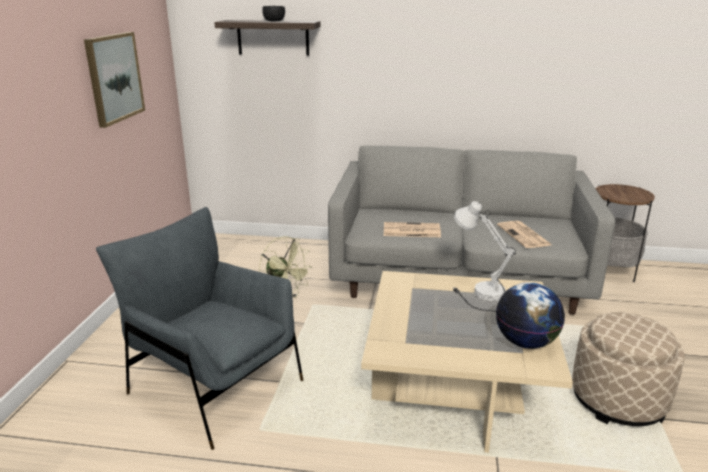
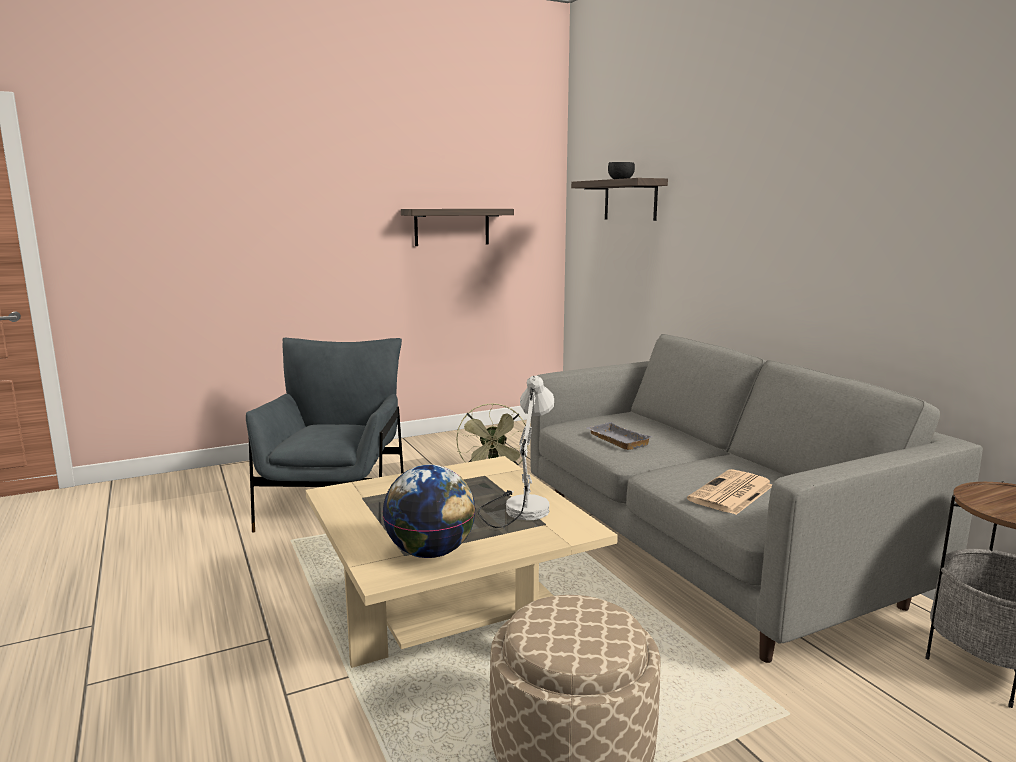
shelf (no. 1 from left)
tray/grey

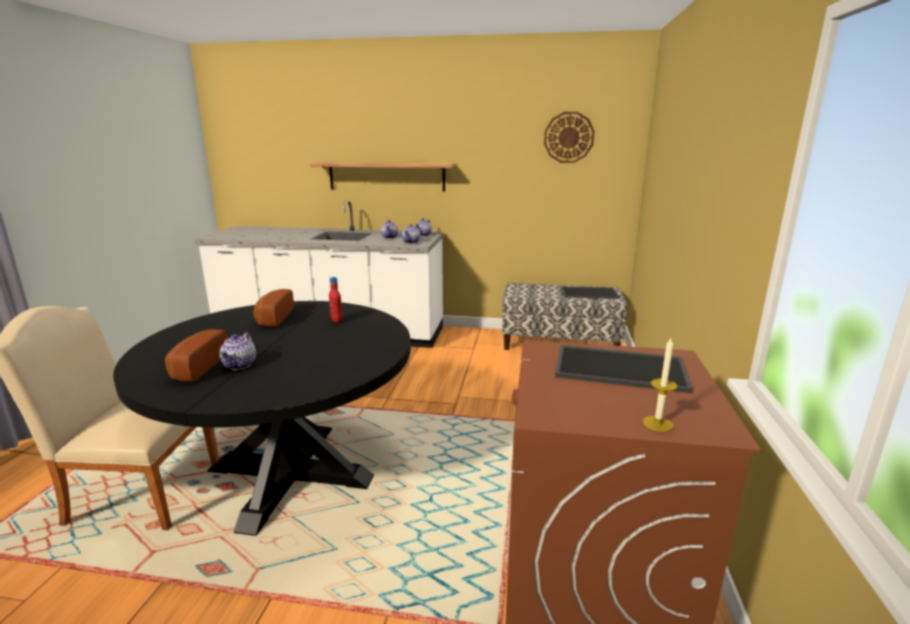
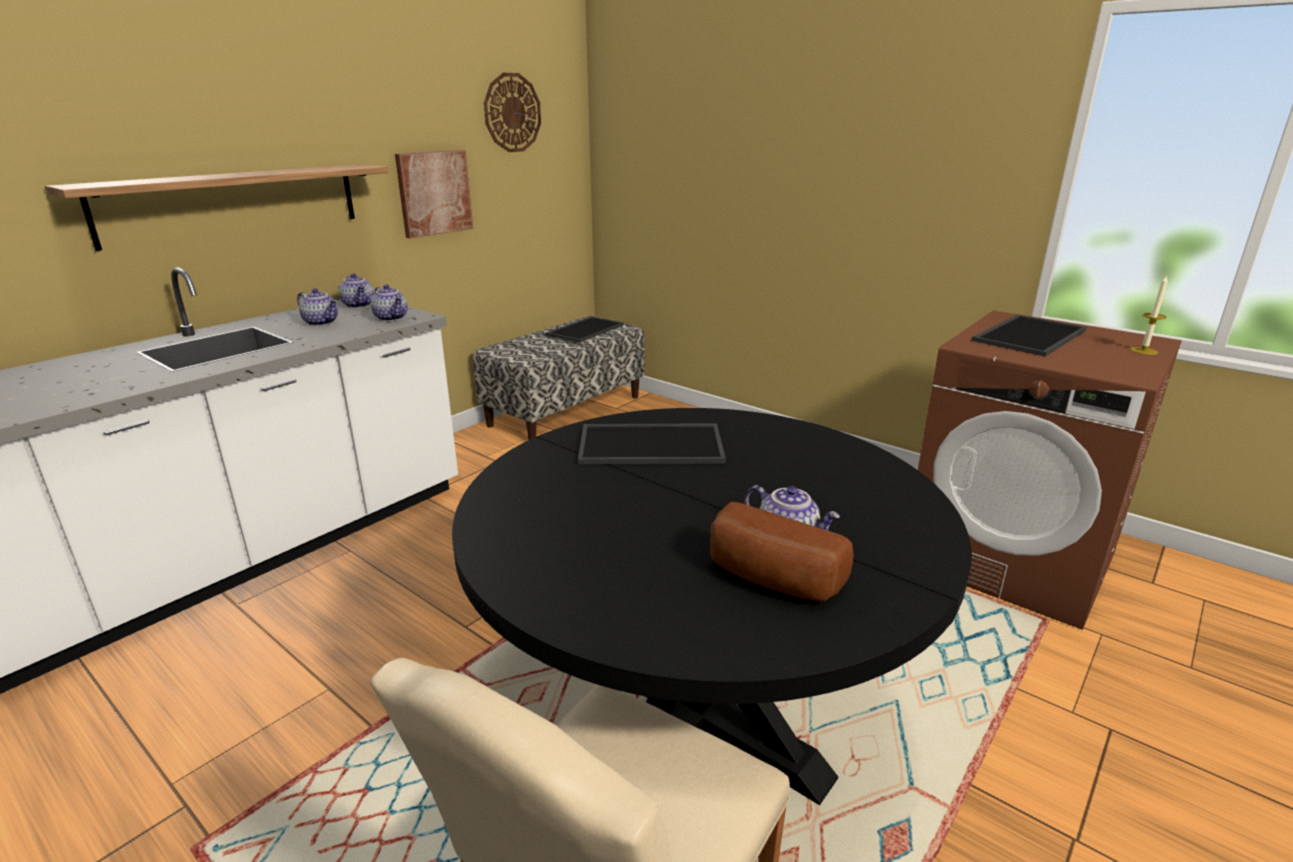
bread (no. 2 from left in the first image)
tray (no. 2 from left)
picture

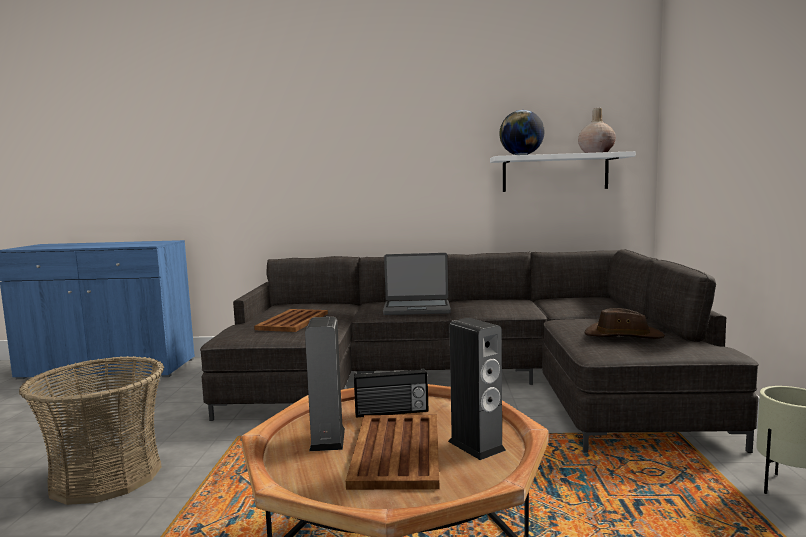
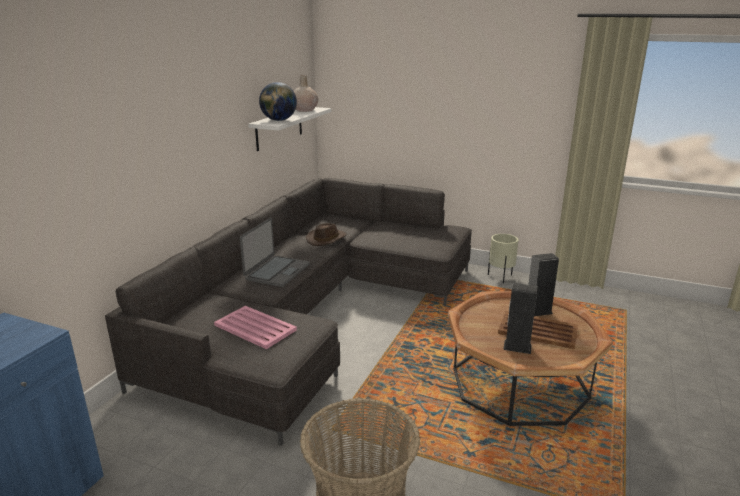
tray/pink
radio
hat/brown

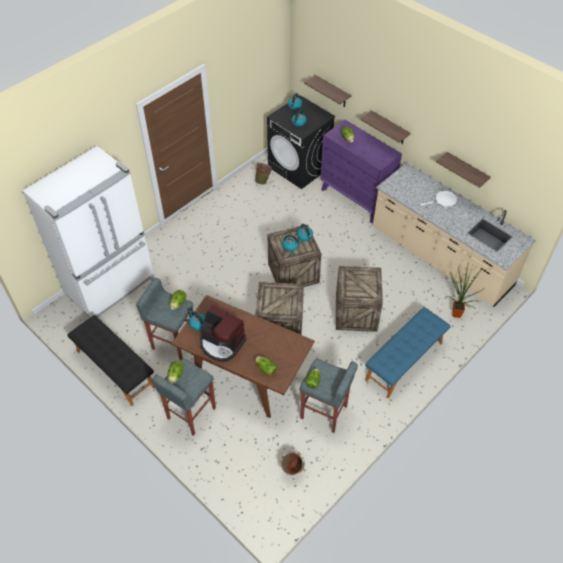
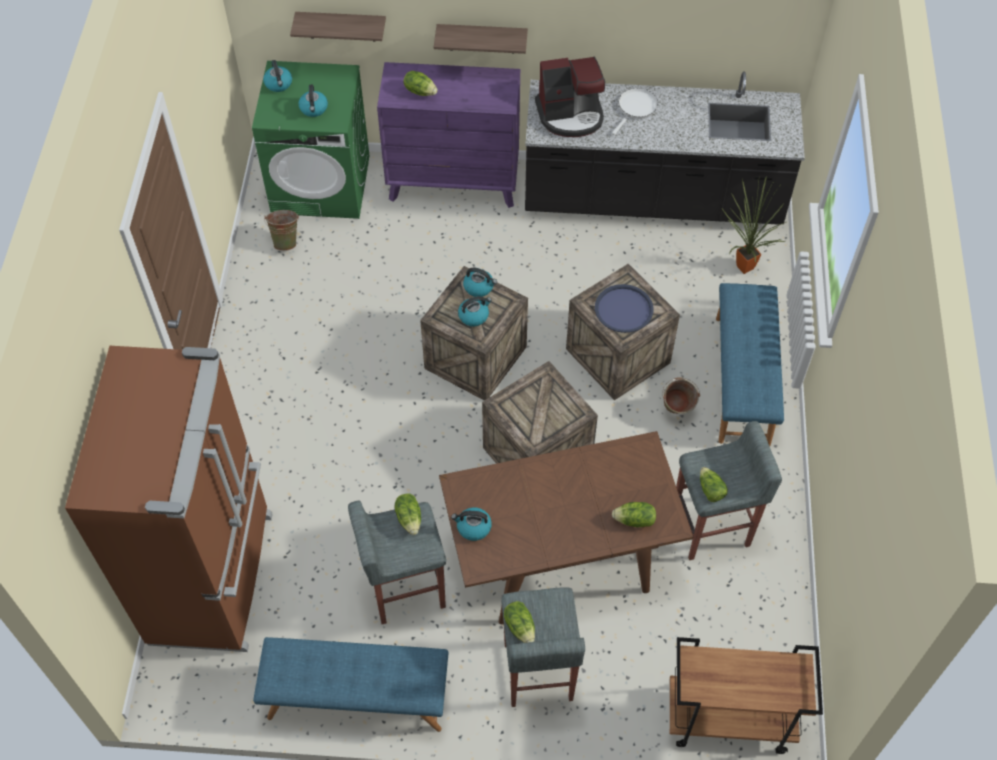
fridge/brown
bench/blue (no. 1 from left)
coffee machine
washing machine/green
bucket/green (no. 2 from left)
counter/black
shelf (no. 3 from left in the first image)
tray/blue
cart/brown

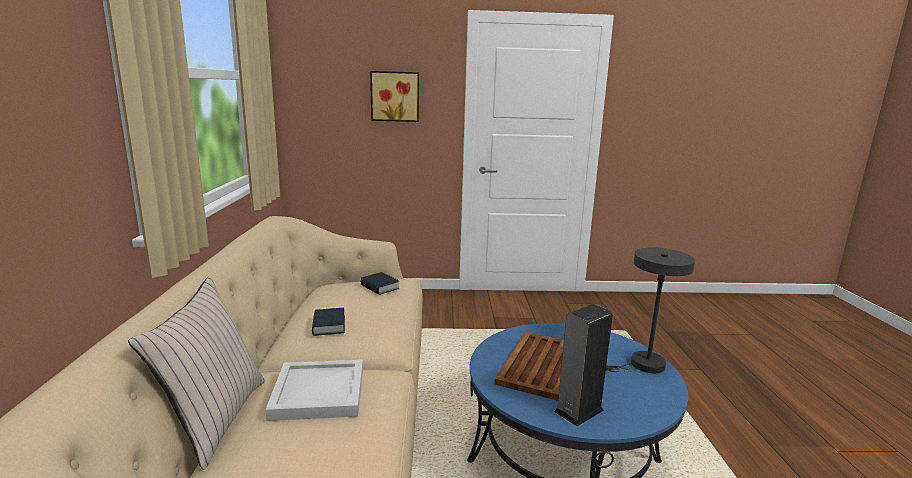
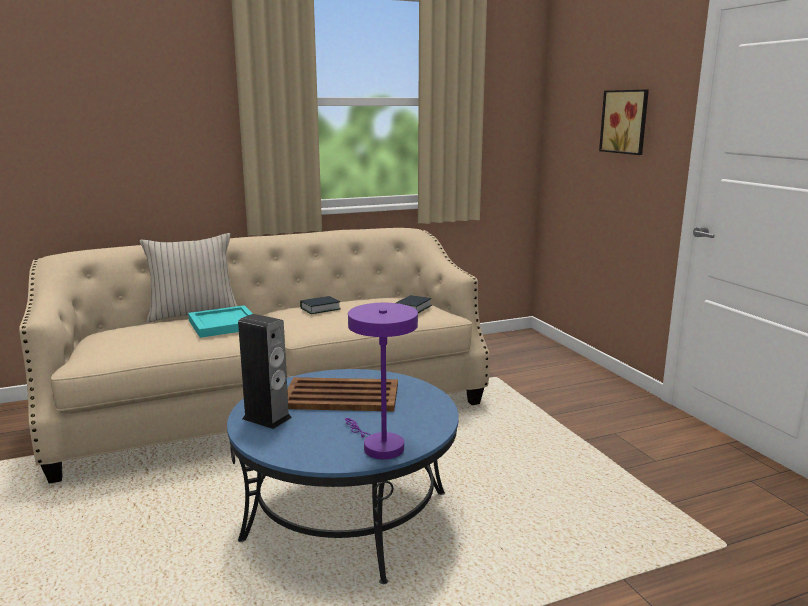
tray/turquoise
table lamp/purple

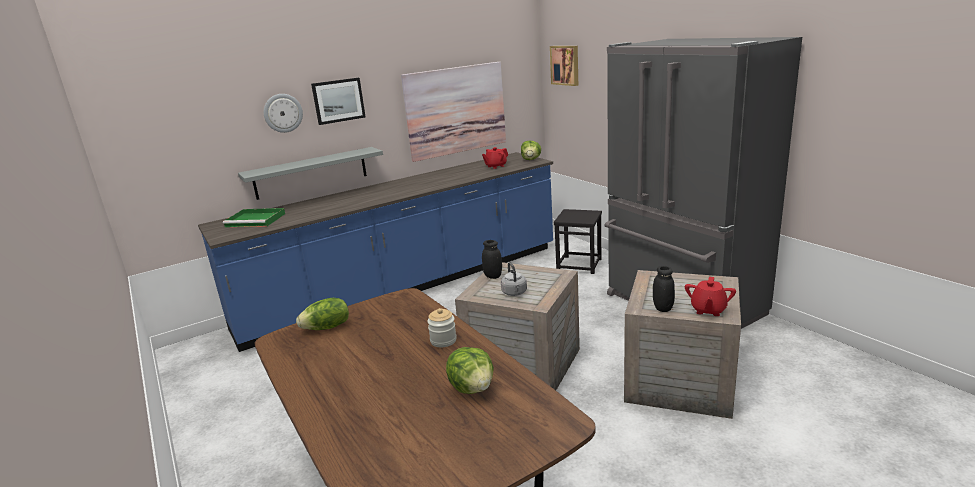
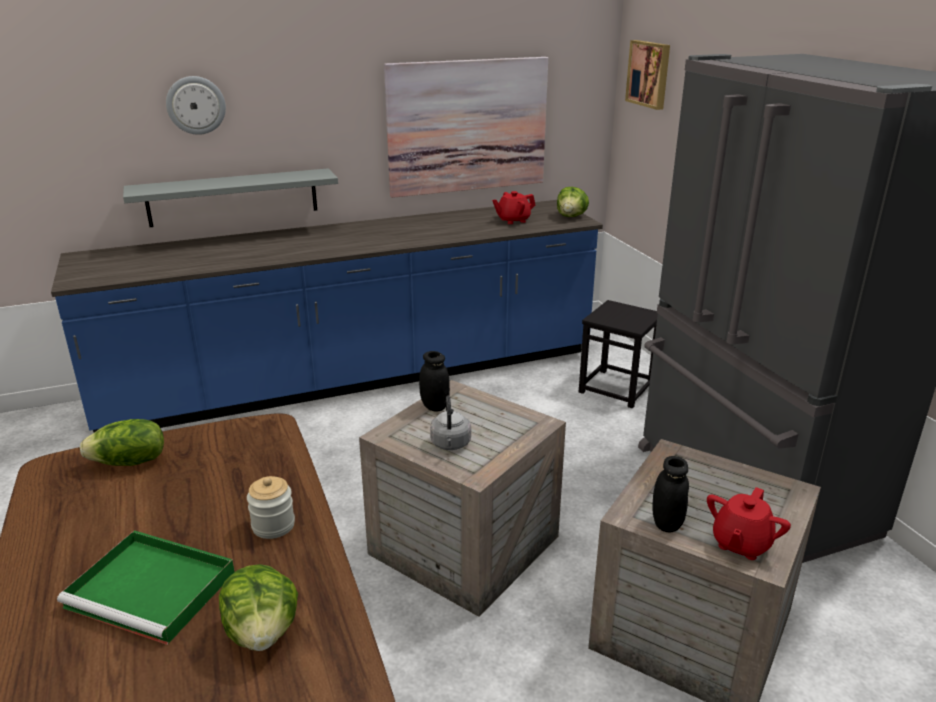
tray/green
picture (no. 1 from left in the first image)

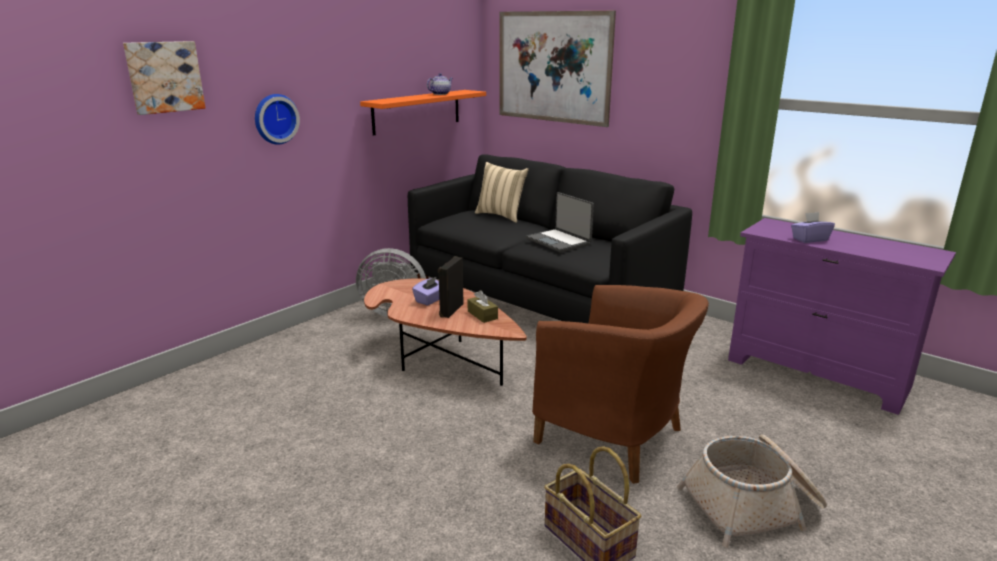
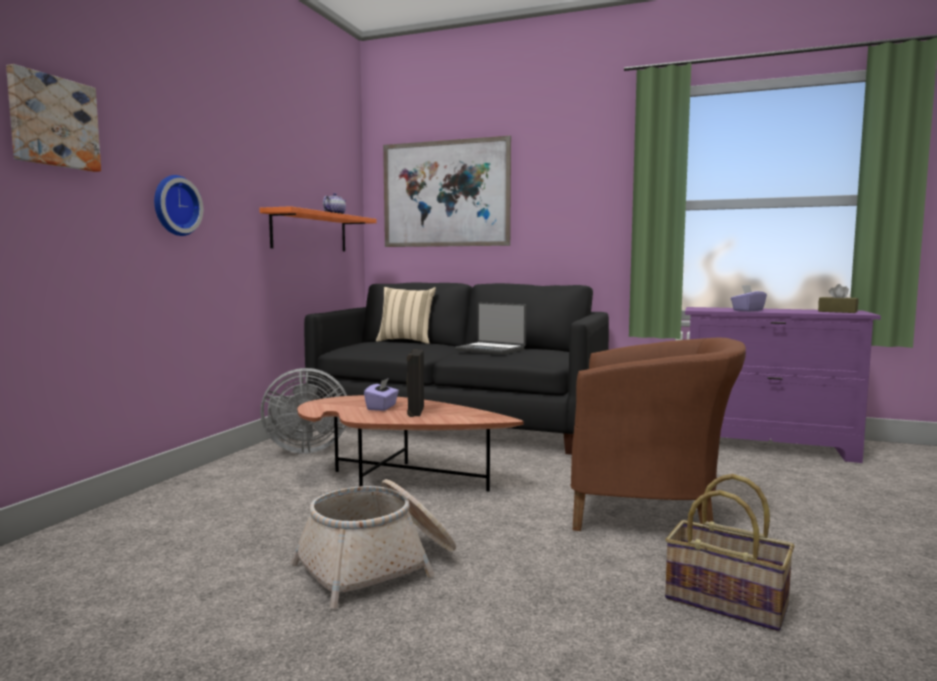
tissue box/brown
basket (no. 1 from left)

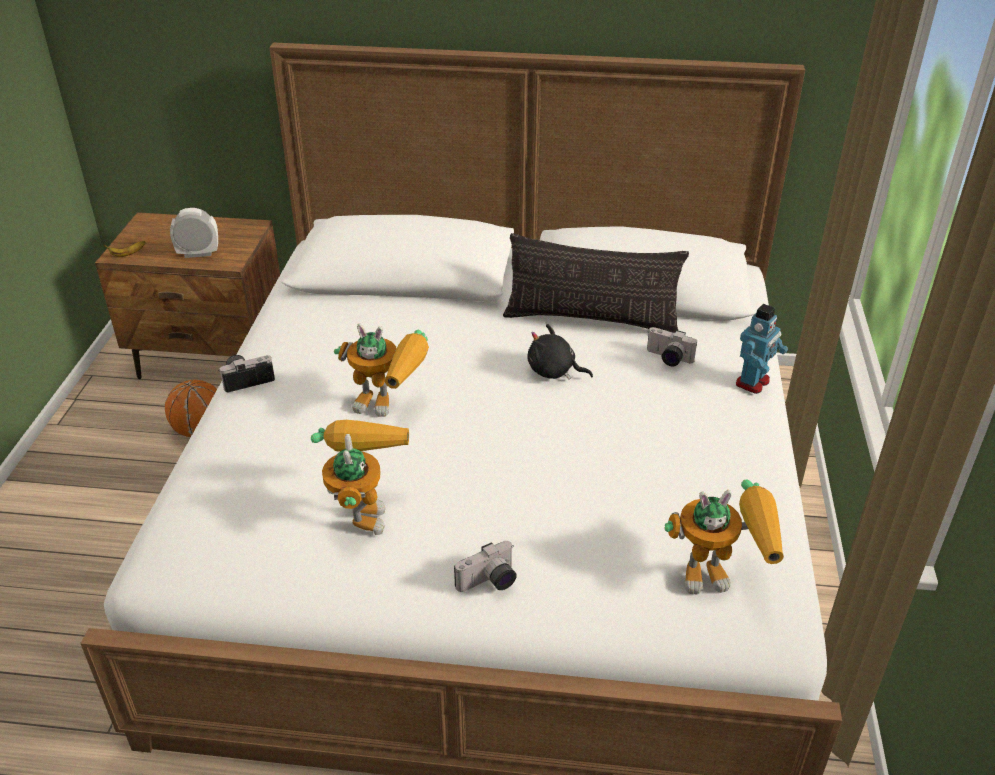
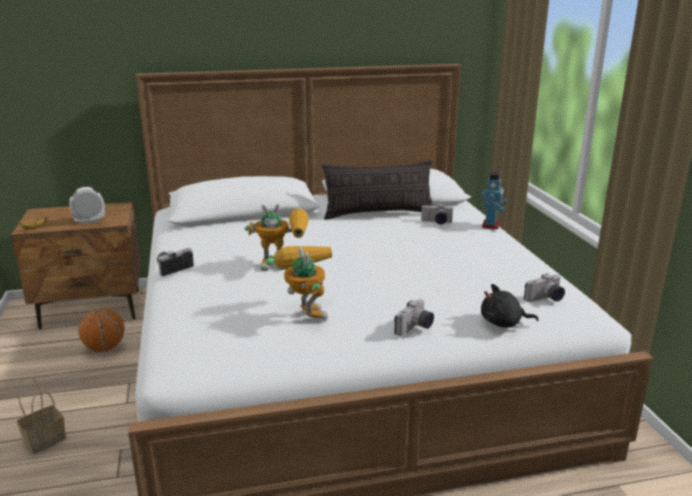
plush toy/black
photo camera (no. 4 from left)
basket

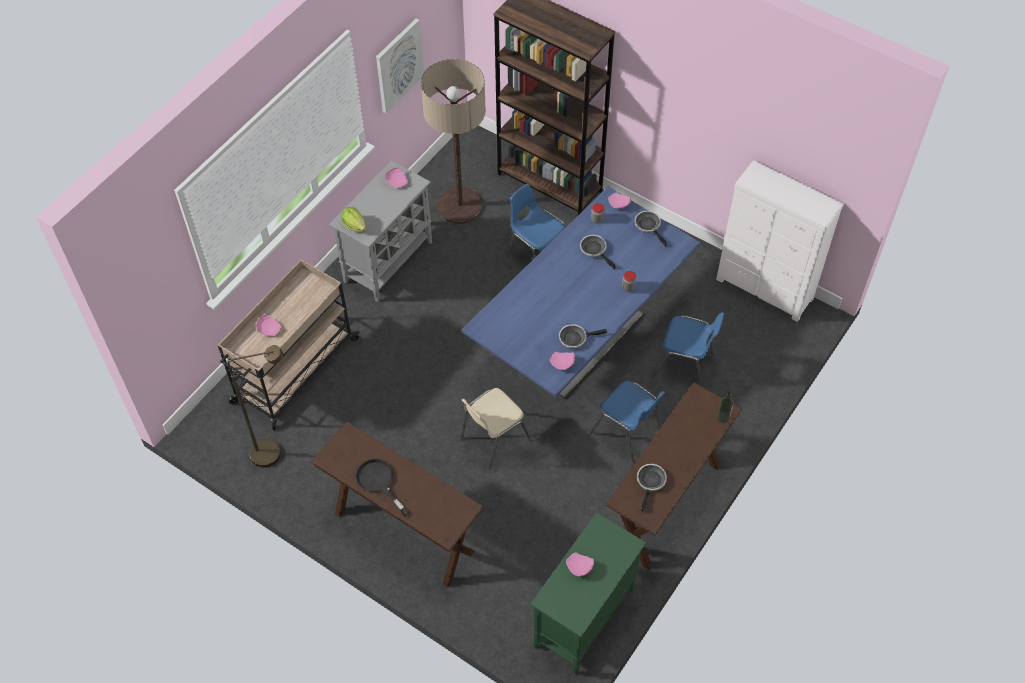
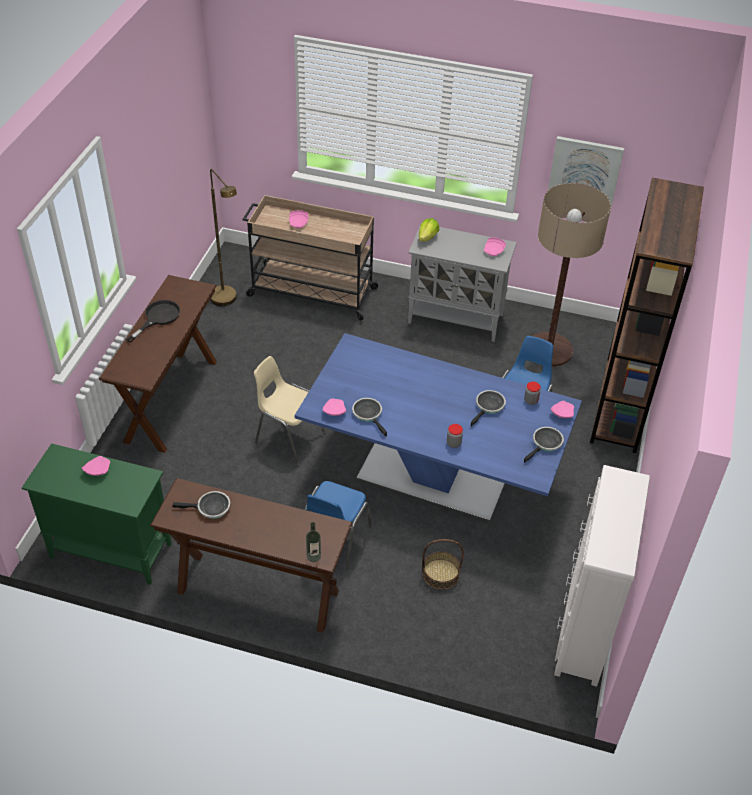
basket

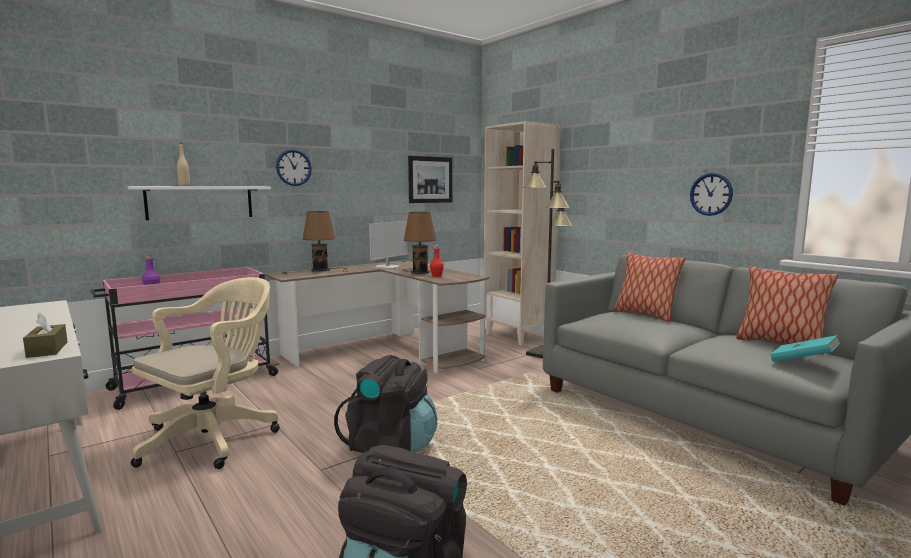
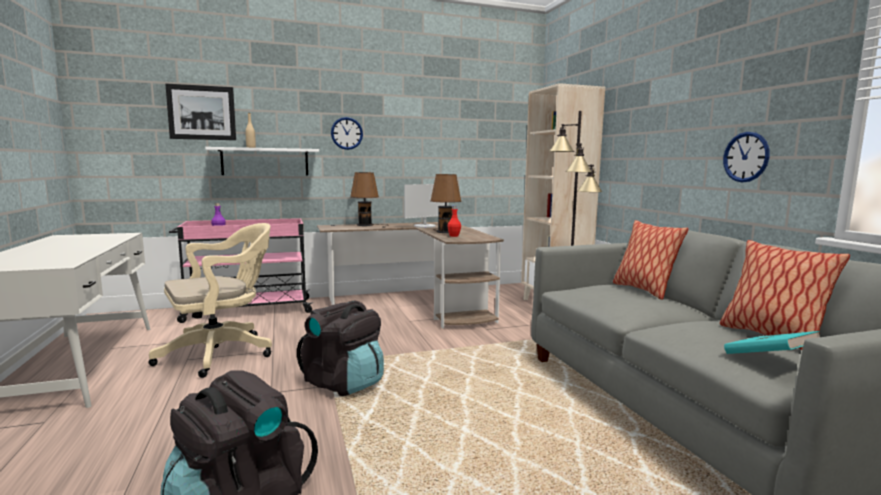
tissue box/brown
picture

